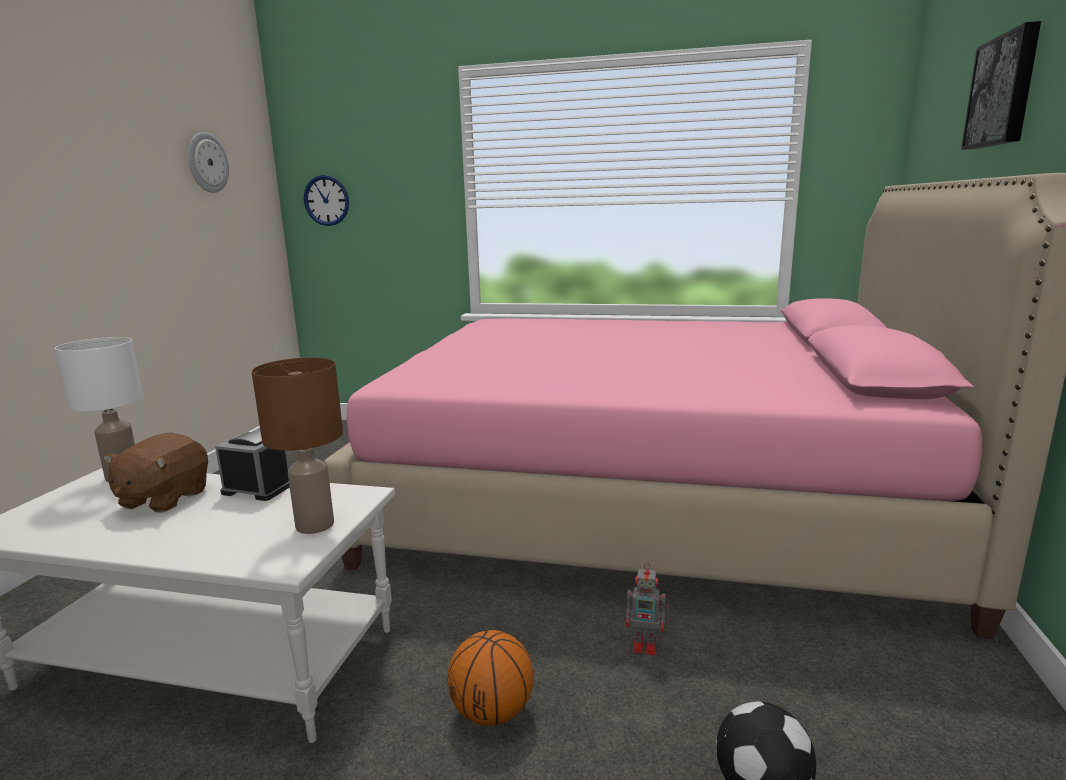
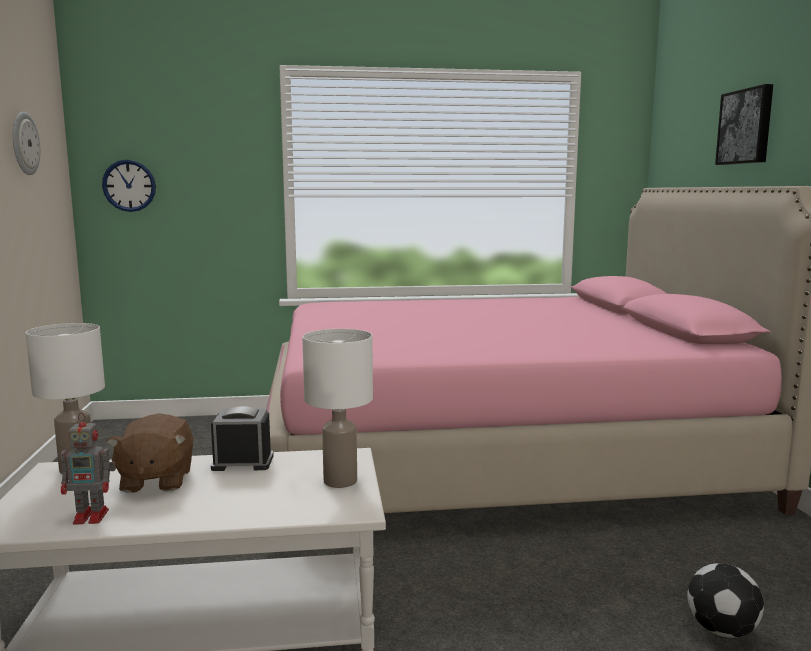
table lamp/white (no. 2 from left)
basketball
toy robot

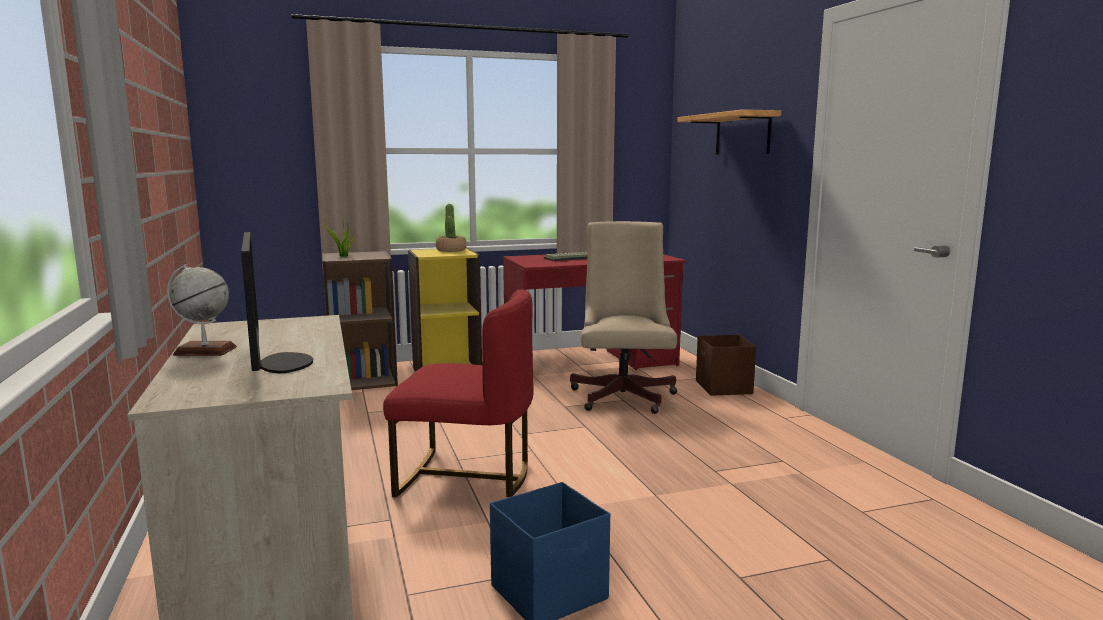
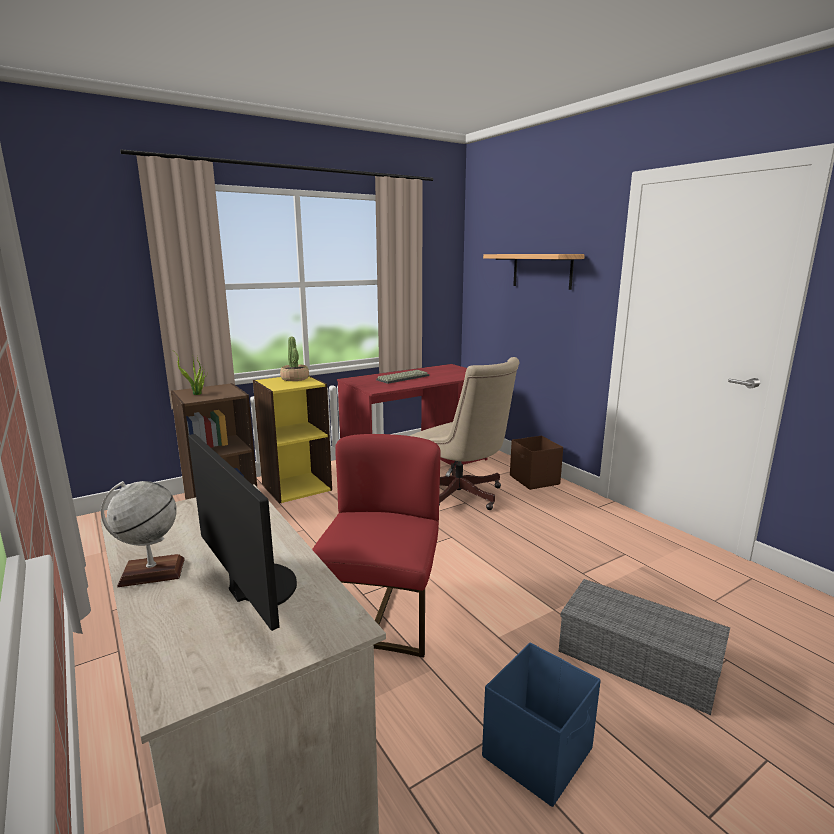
chair/red
office chair/beige
storage box/grey

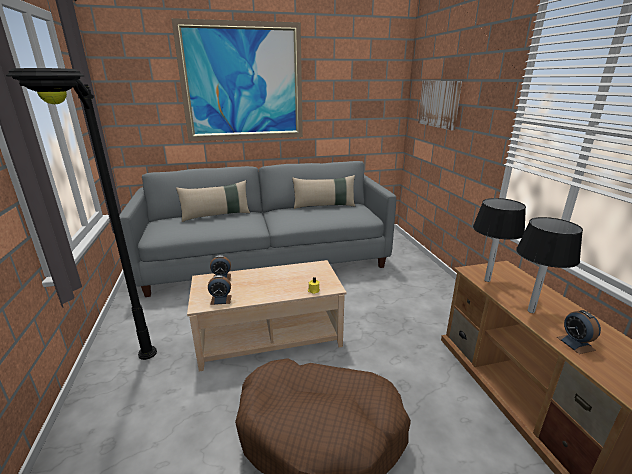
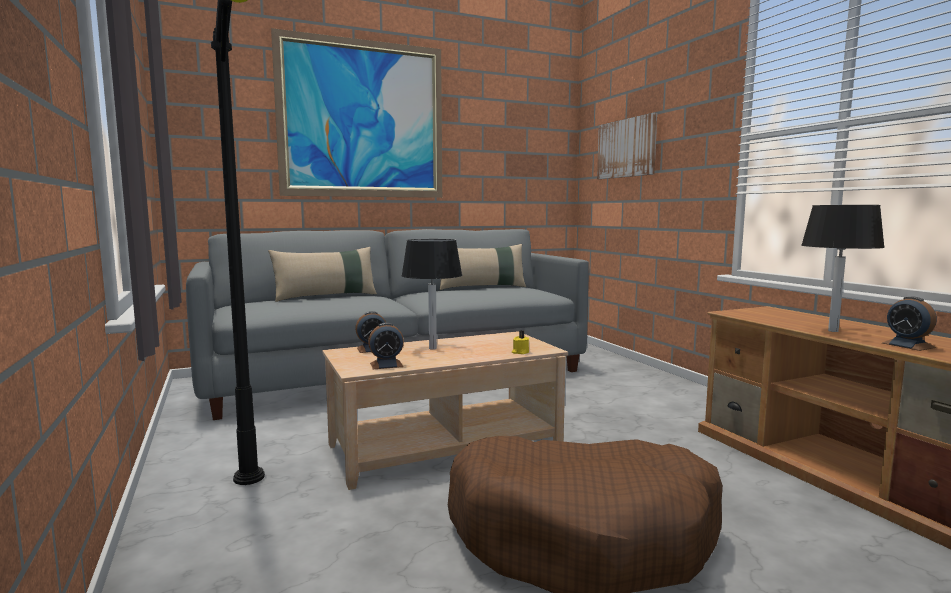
table lamp/black (no. 1 from left)

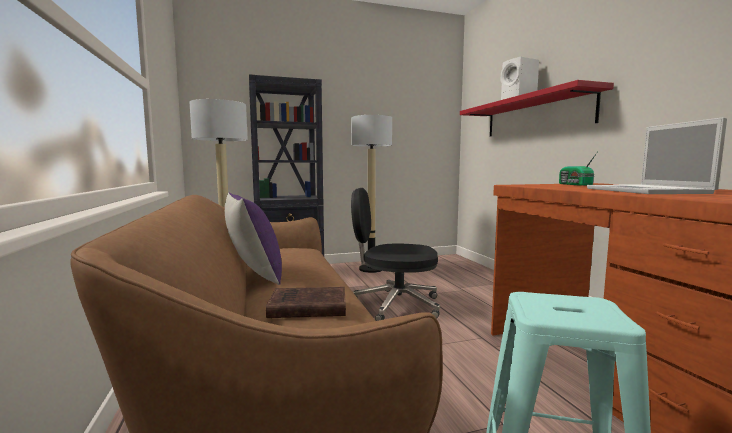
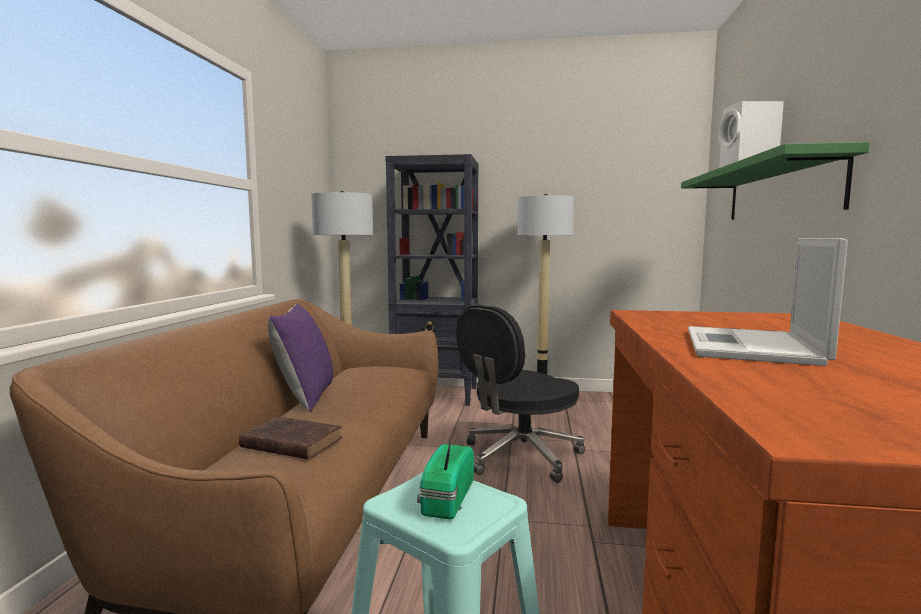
office chair/black
shelf/green
radio

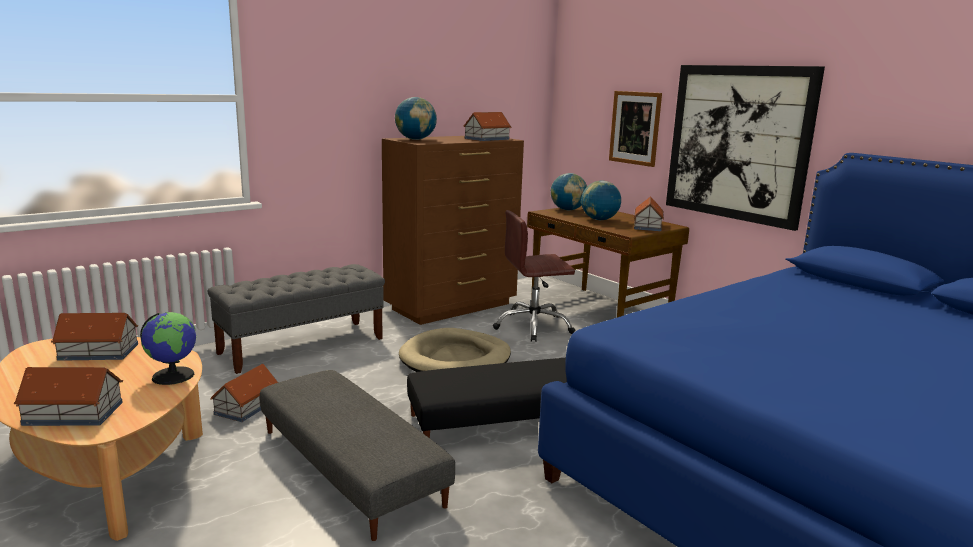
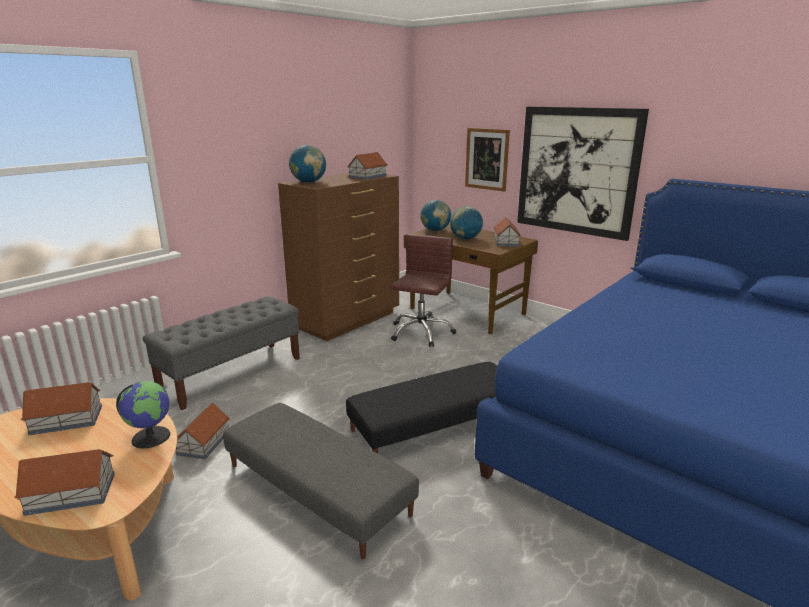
dog bed/beige
office chair/brown

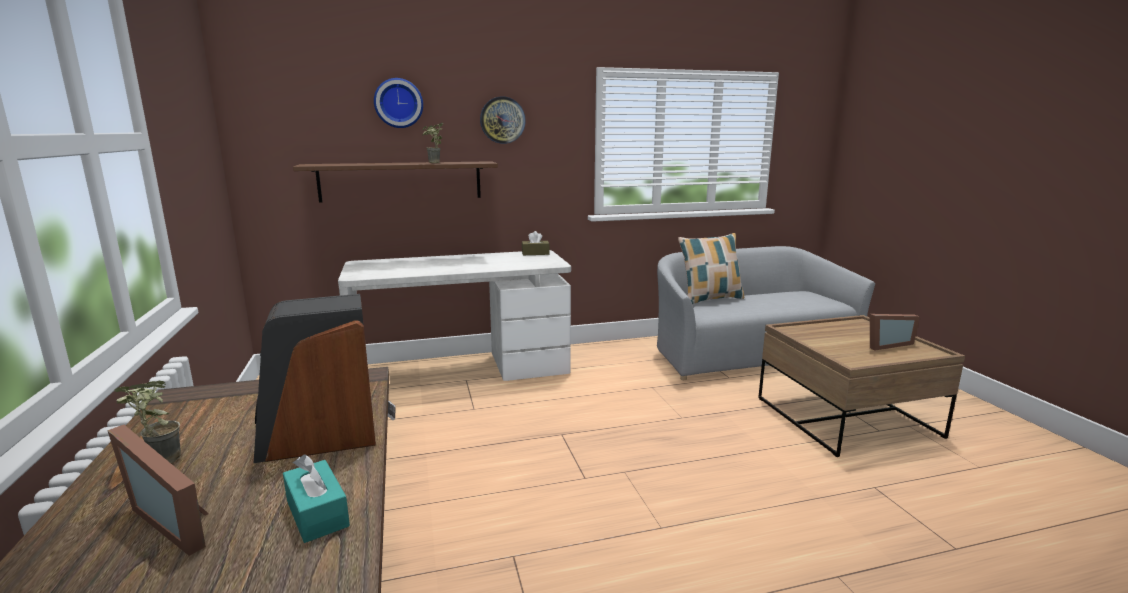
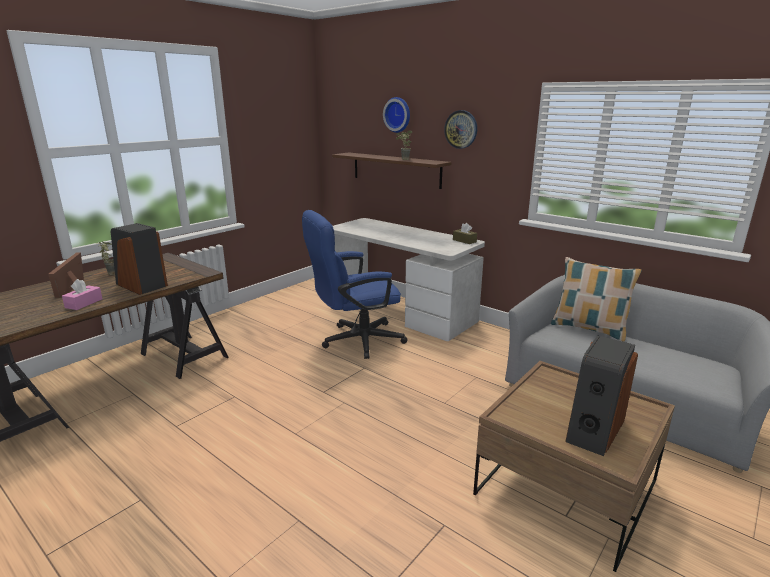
tissue box/pink
speaker (no. 2 from left)
office chair/blue

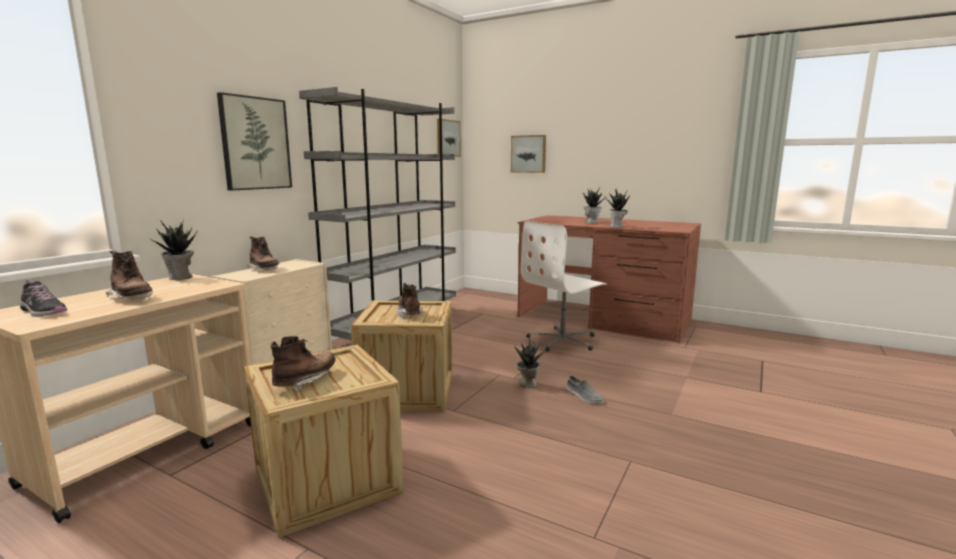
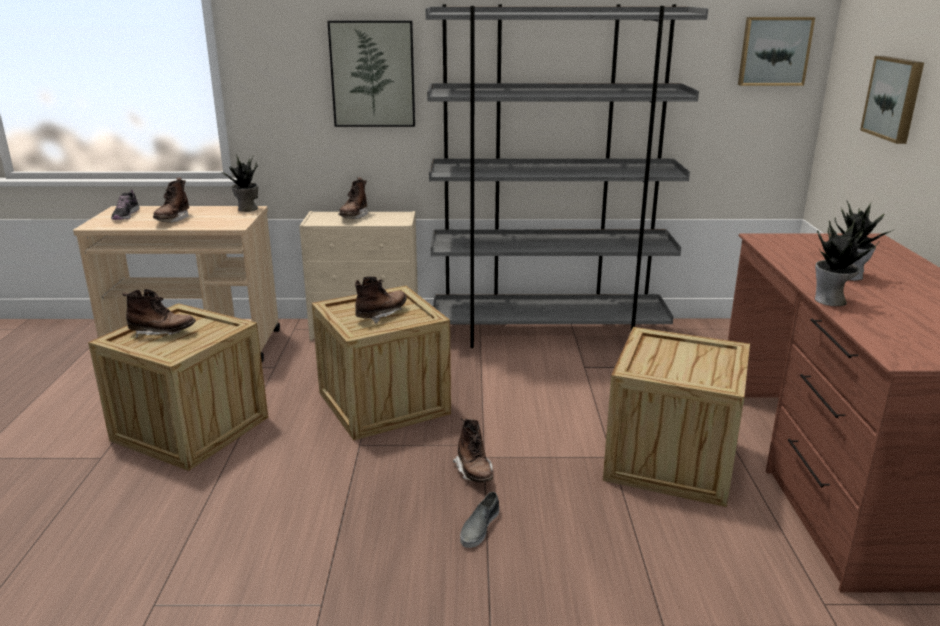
boot/brown (no. 5 from left)
crate (no. 3 from left)

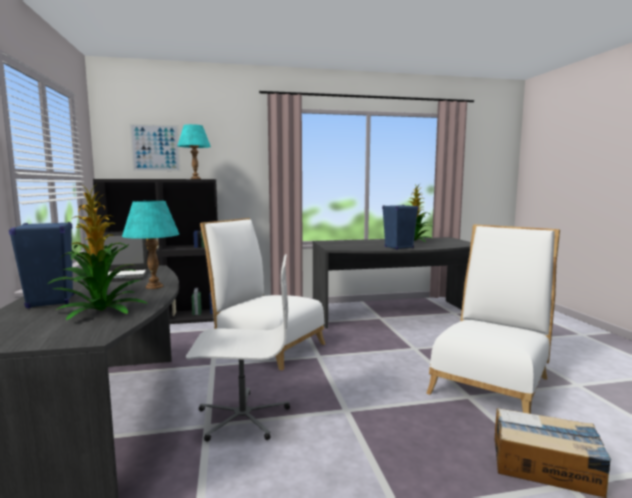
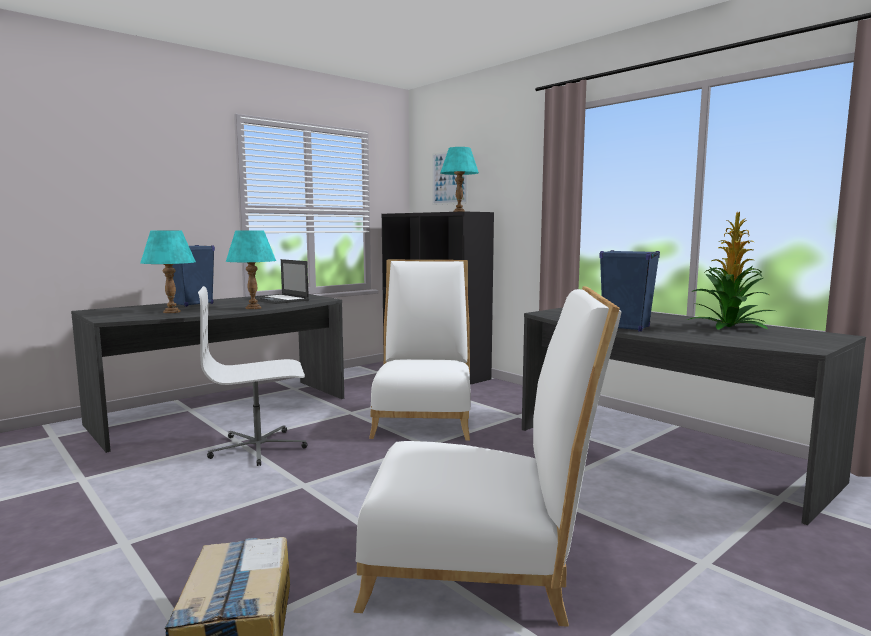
table lamp/turquoise (no. 1 from left)
office chair/white

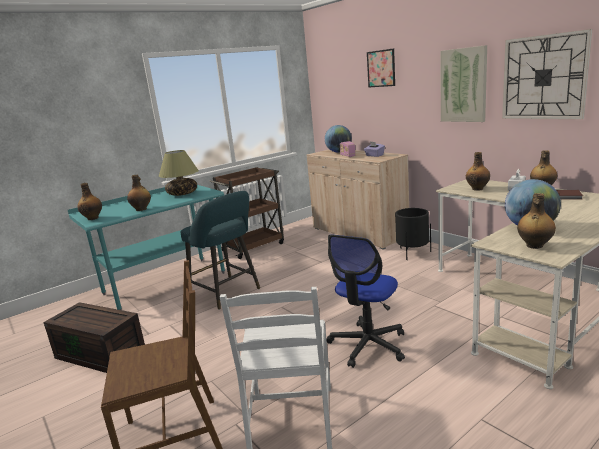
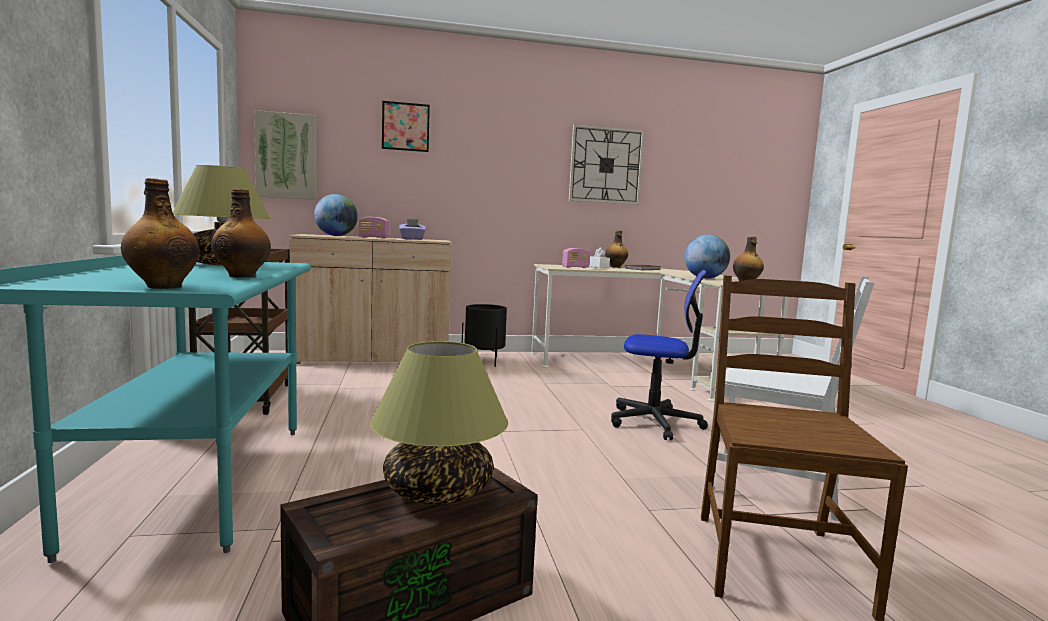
stool/turquoise
office chair
picture (no. 1 from left)
radio (no. 2 from left)
table lamp (no. 2 from left)

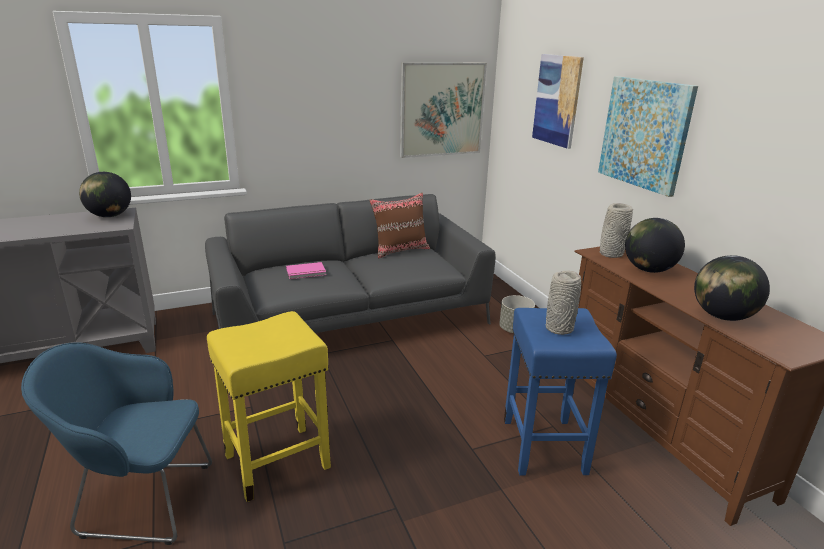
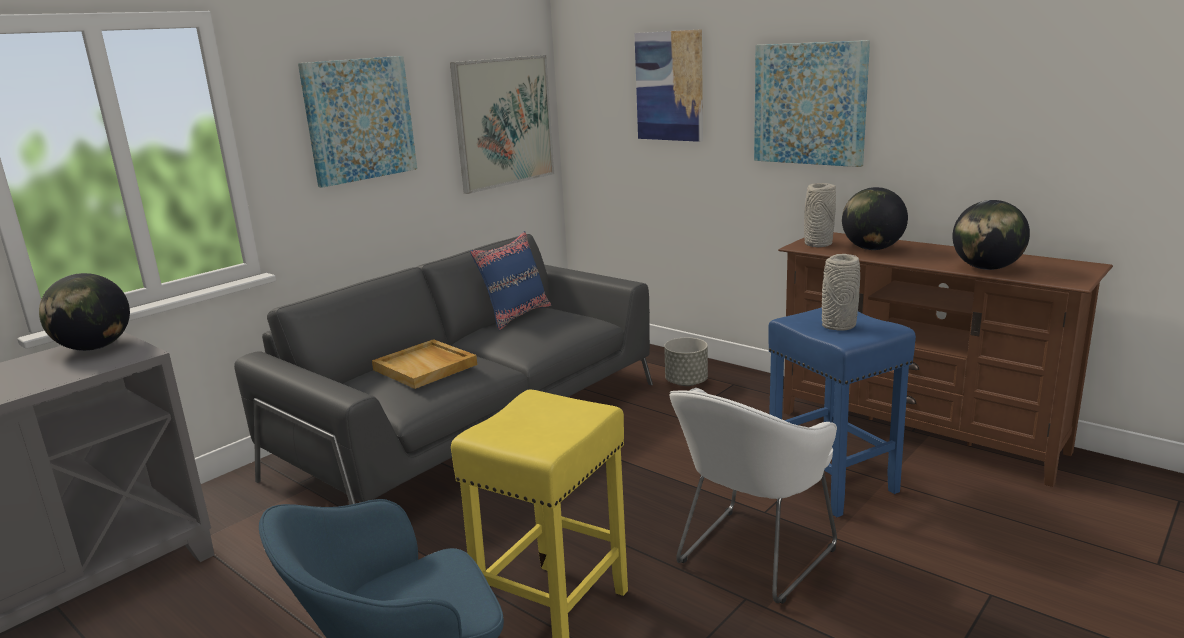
tray/beige
pillow/blue
picture (no. 1 from left)
armchair/white

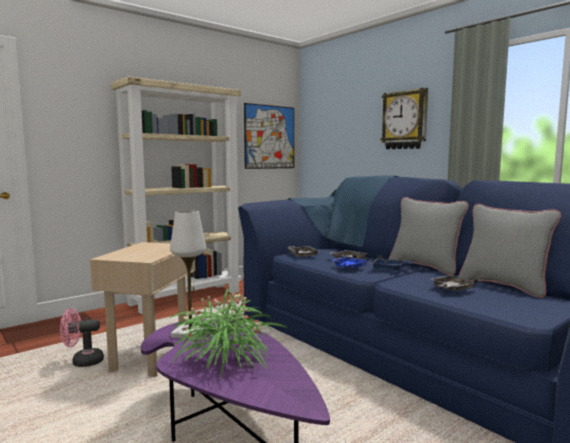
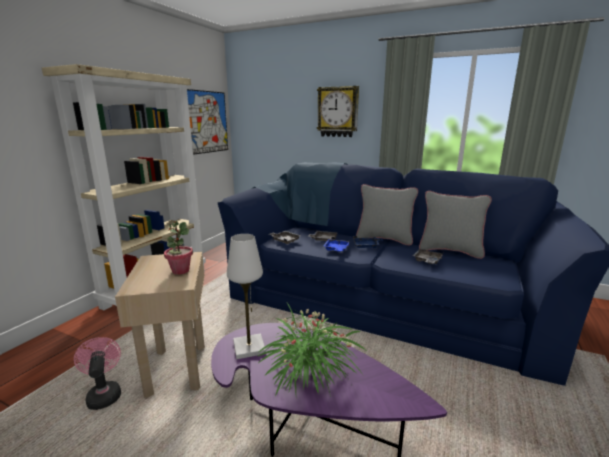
fan/pink
potted plant (no. 1 from left)

